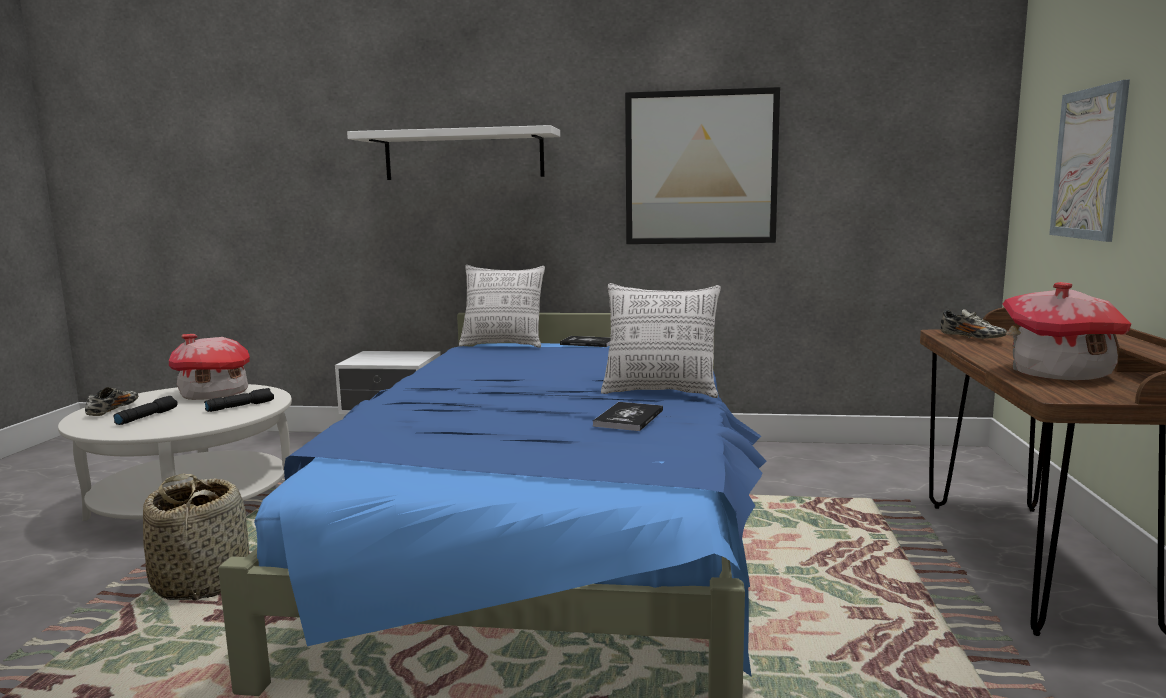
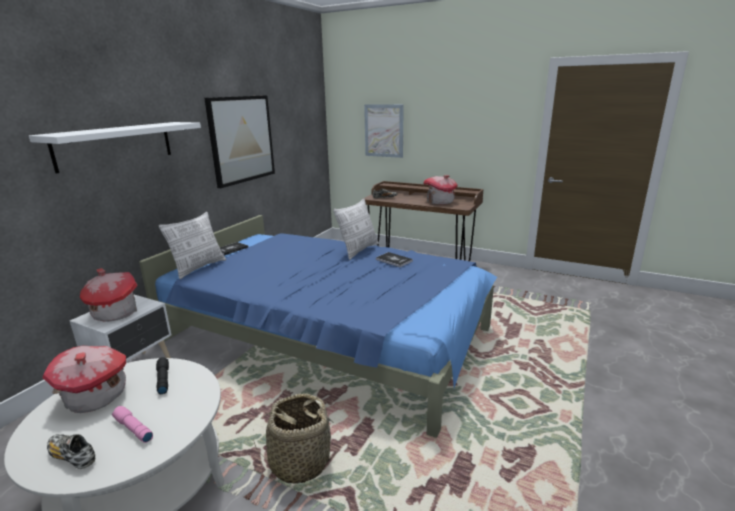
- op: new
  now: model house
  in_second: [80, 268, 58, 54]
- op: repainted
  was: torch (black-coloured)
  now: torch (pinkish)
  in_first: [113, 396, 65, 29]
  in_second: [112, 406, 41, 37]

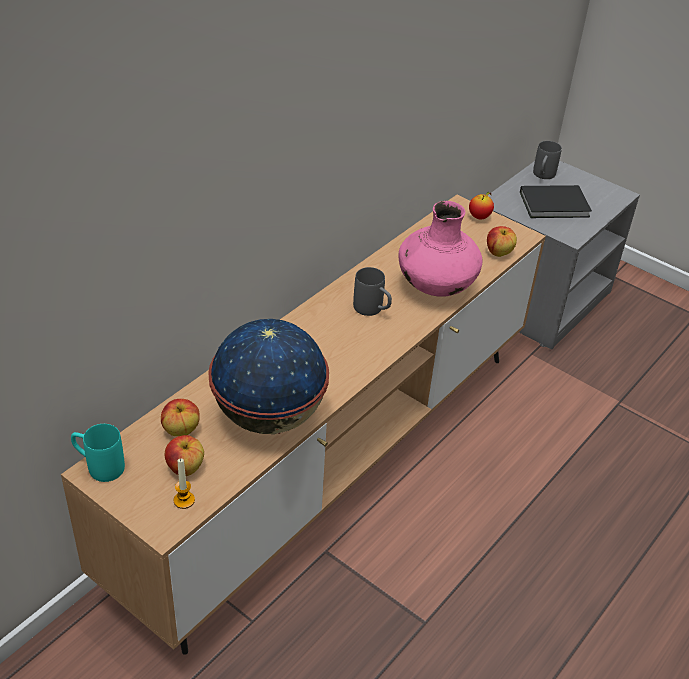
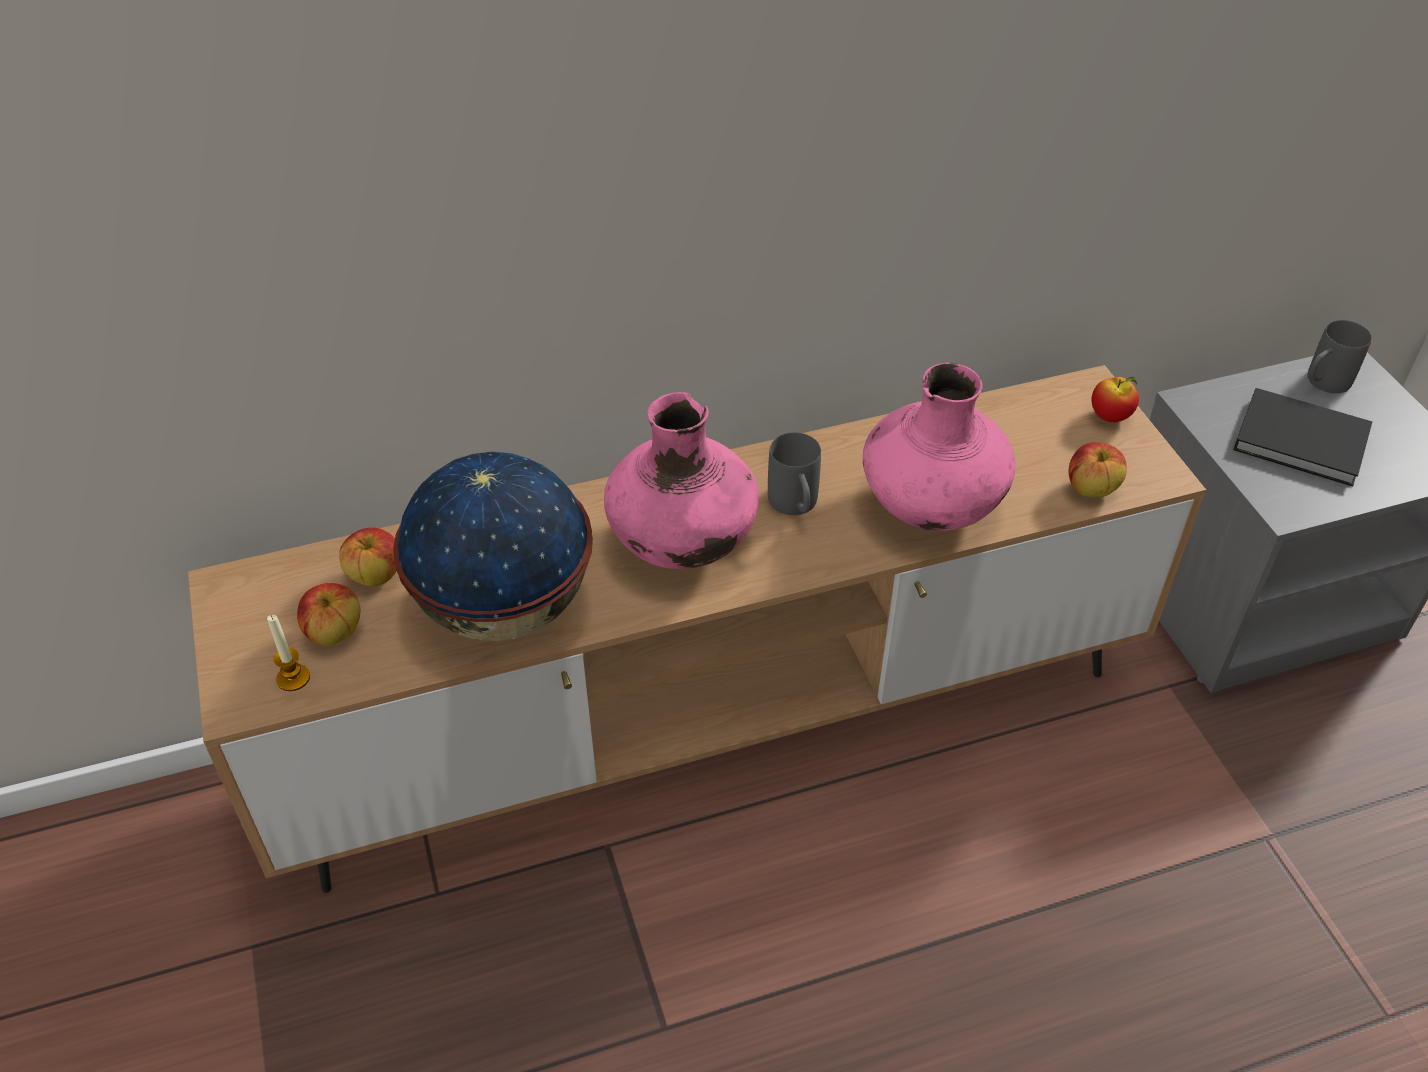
- op: gone
  was: tea mug (turquoise)
  in_first: [71, 424, 54, 58]
- op: new
  now: decorative vase (pinkish)
  in_second: [604, 392, 155, 177]

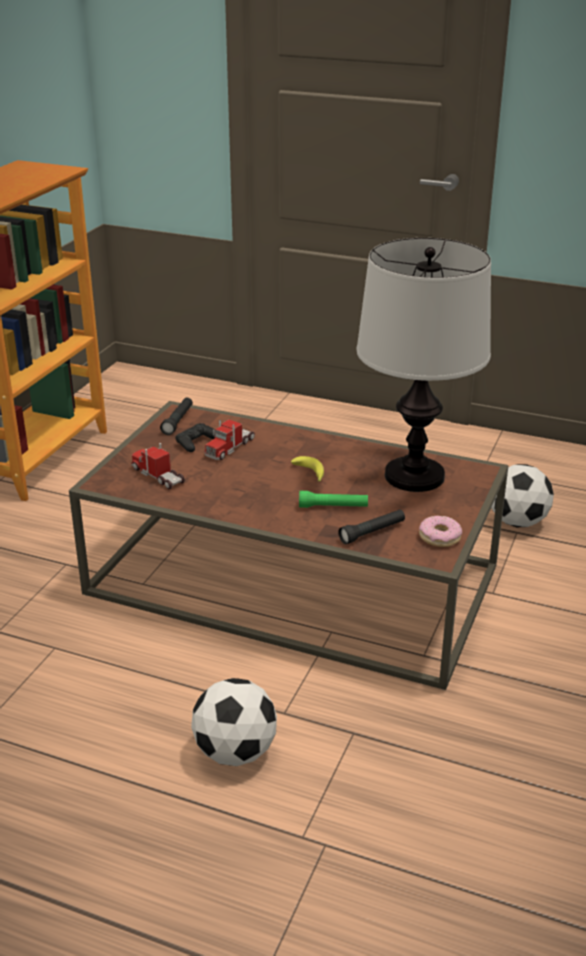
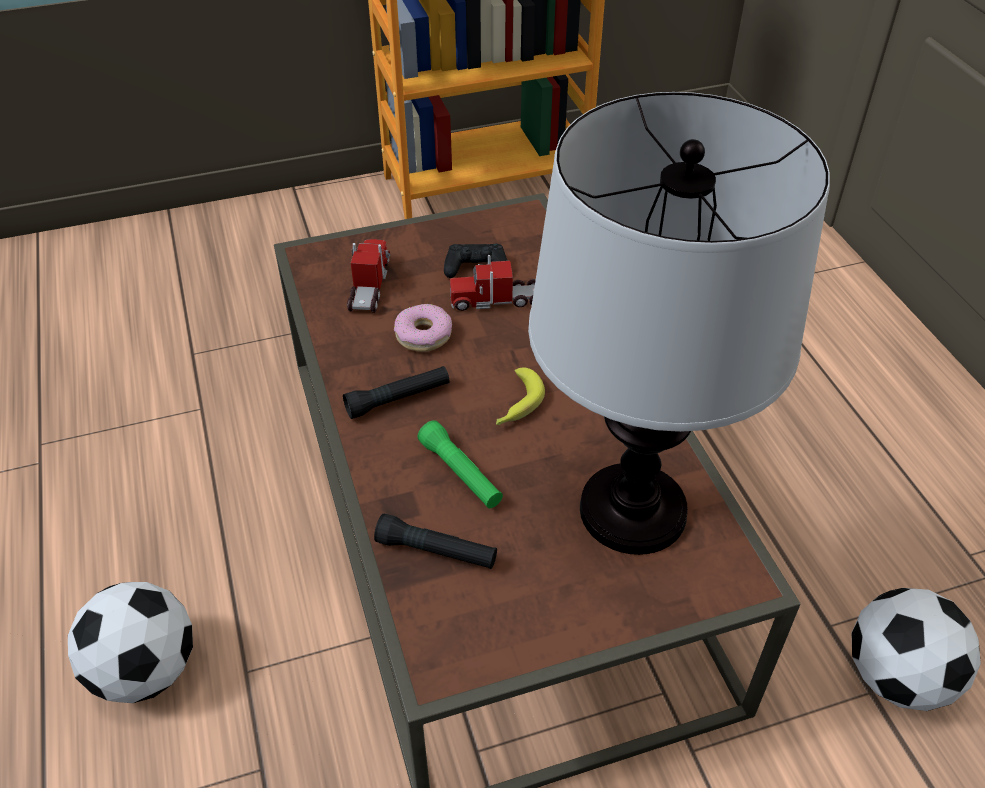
- op: shifted
  was: torch (black-coloured)
  in_first: [160, 398, 33, 37]
  in_second: [343, 366, 107, 53]
- op: shifted
  was: donut
  in_first: [419, 516, 43, 31]
  in_second: [394, 304, 58, 48]

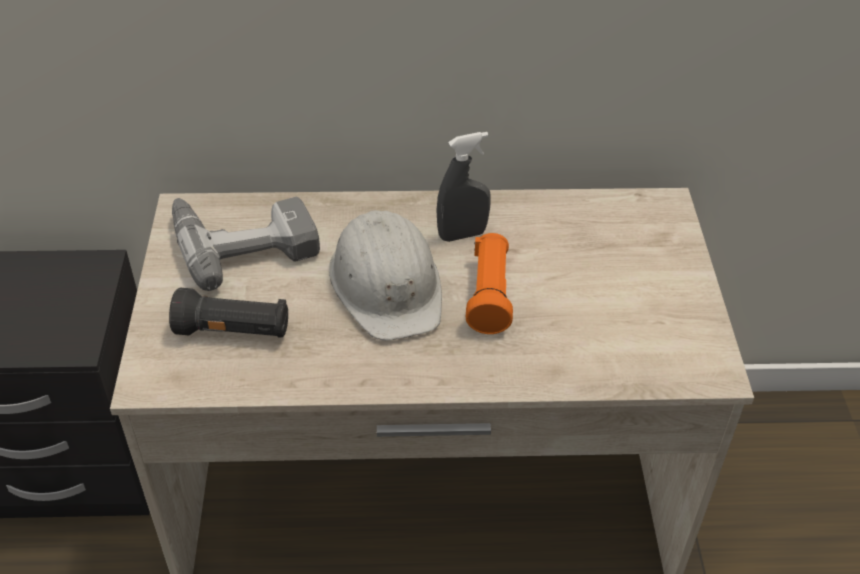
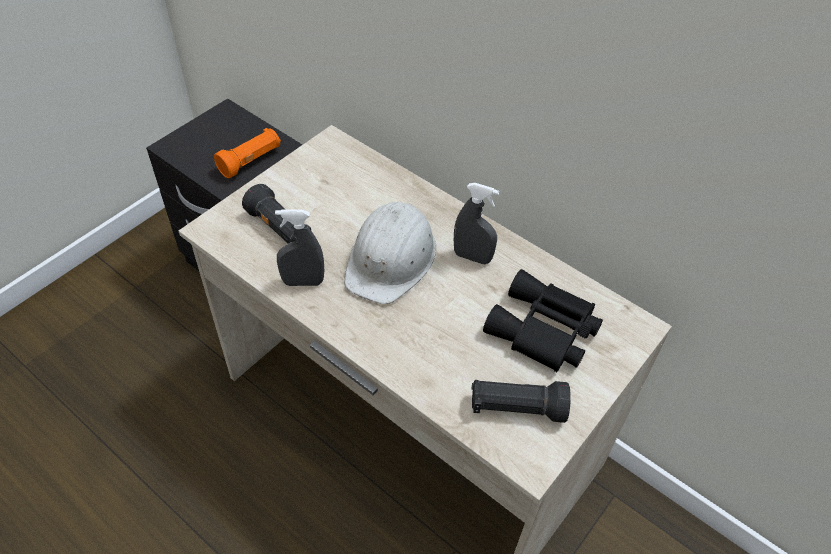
- op: gone
  was: drill
  in_first: [172, 197, 148, 94]
- op: new
  now: spray bottle (grey)
  in_second: [275, 209, 49, 77]
- op: new
  now: torch (black-coloured)
  in_second: [472, 380, 99, 43]
- op: new
  now: pair of binoculars (black-coloured)
  in_second: [483, 269, 120, 103]
- op: shifted
  was: torch (orangey)
  in_first: [466, 233, 47, 101]
  in_second: [214, 128, 67, 50]

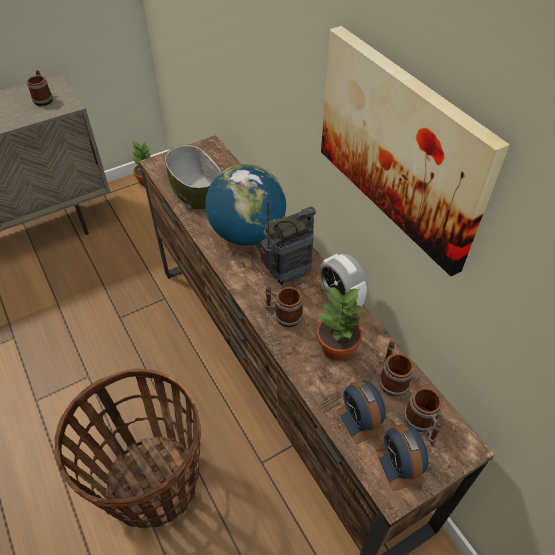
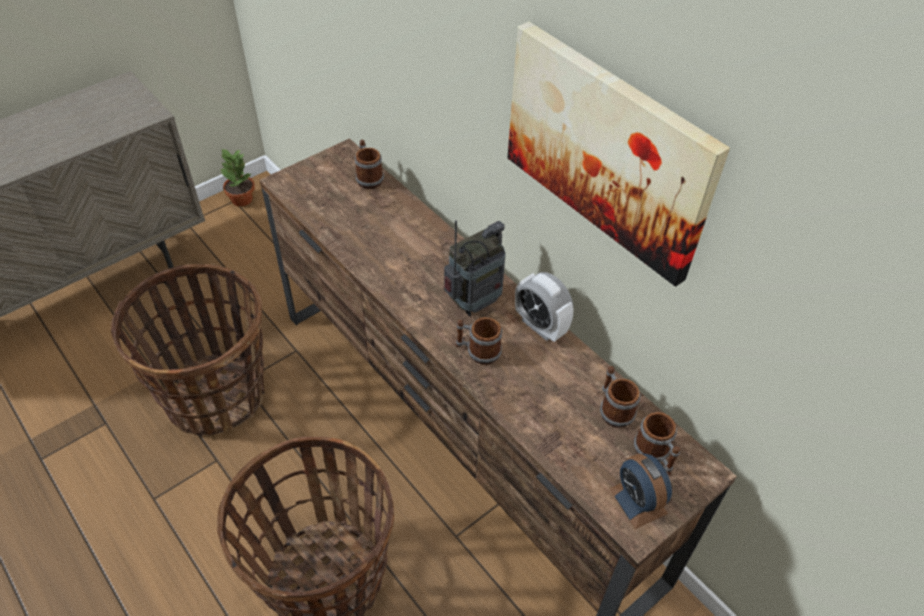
- op: gone
  was: bowl
  in_first: [165, 145, 56, 65]
- op: gone
  was: globe
  in_first: [205, 164, 81, 82]
- op: gone
  was: potted plant
  in_first: [317, 286, 48, 75]
- op: gone
  was: bedside clock
  in_first: [336, 380, 50, 65]
- op: new
  now: basket
  in_second: [111, 264, 154, 172]
- op: shifted
  was: tea mug
  in_first: [27, 70, 26, 36]
  in_second: [355, 140, 29, 49]

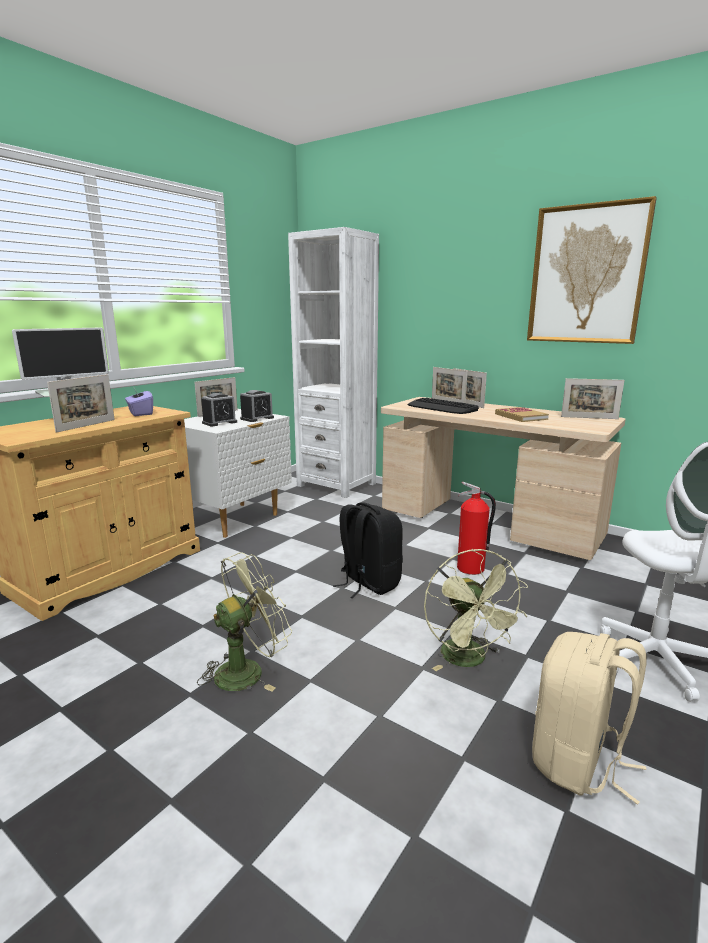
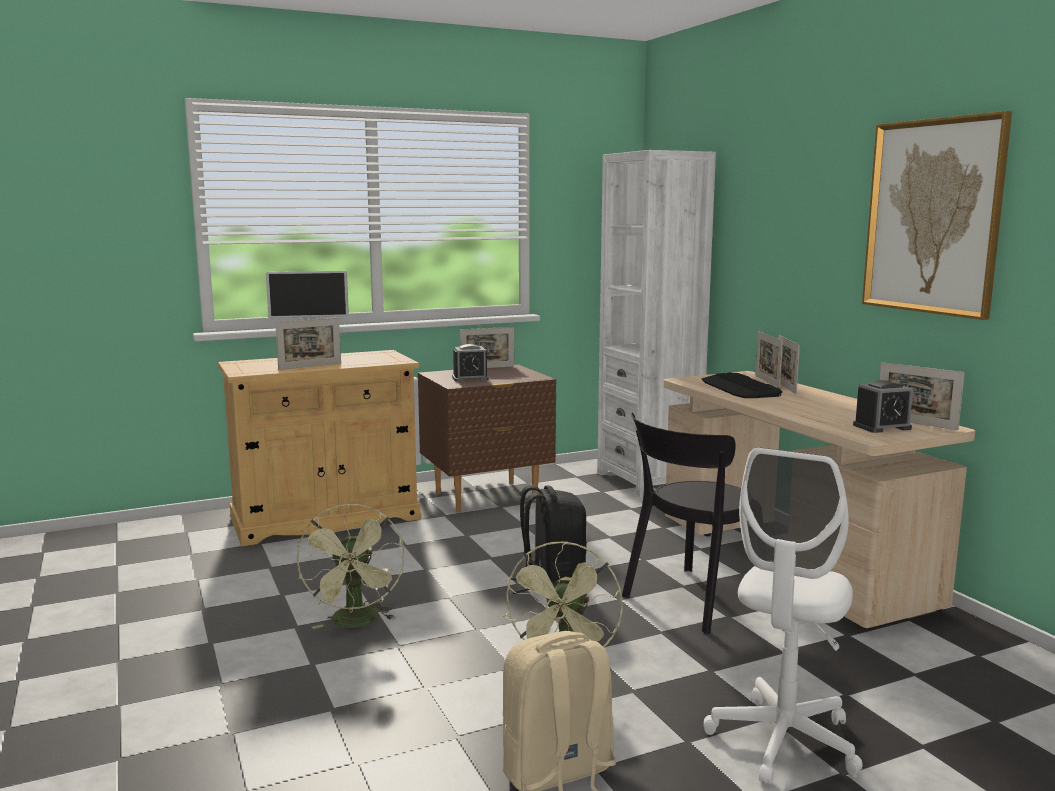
- op: gone
  was: box of tissues (purplish)
  in_first: [125, 386, 28, 30]
- op: gone
  was: book
  in_first: [495, 407, 54, 15]
- op: shifted
  was: bedside clock
  in_first: [240, 390, 34, 32]
  in_second: [853, 380, 60, 53]
- op: swapped
  was: fire-fighting cylinder
  now: plain chair (black-coloured)
  in_first: [457, 481, 39, 94]
  in_second: [622, 413, 119, 221]
- op: repainted
  was: night table (white-coloured)
  now: night table (brown)
  in_first: [184, 409, 108, 129]
  in_second: [418, 365, 138, 147]
- op: rotated
  was: fan (green-coloured)
  in_first: [197, 552, 95, 140]
  in_second: [297, 503, 108, 126]
  clockwise: 90

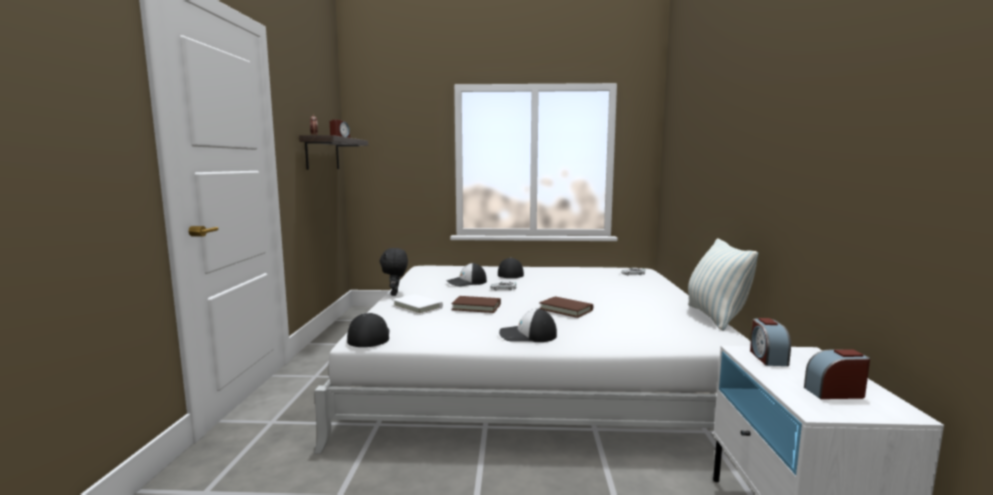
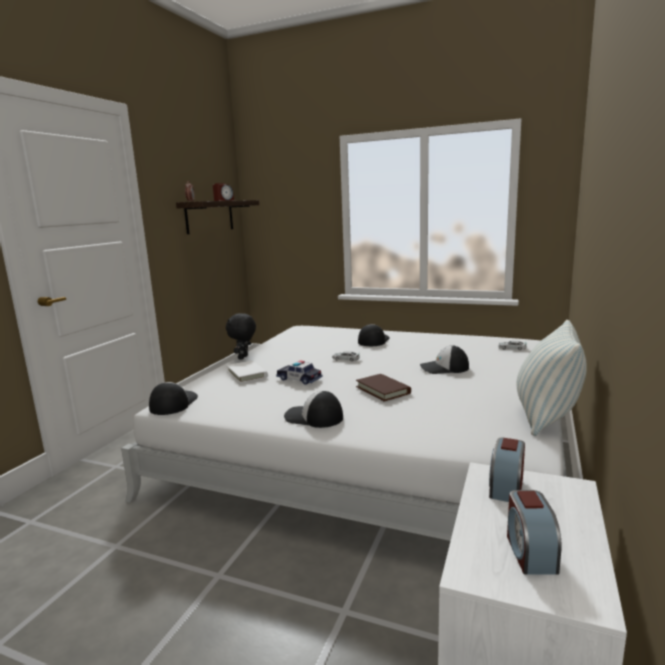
- op: shifted
  was: baseball cap
  in_first: [446, 263, 41, 23]
  in_second: [420, 345, 49, 29]
- op: swapped
  was: book (brown)
  now: toy car
  in_first: [451, 296, 50, 17]
  in_second: [276, 360, 46, 25]
- op: rotated
  was: bedside clock
  in_first: [804, 349, 66, 50]
  in_second: [507, 490, 55, 85]
  clockwise: -105

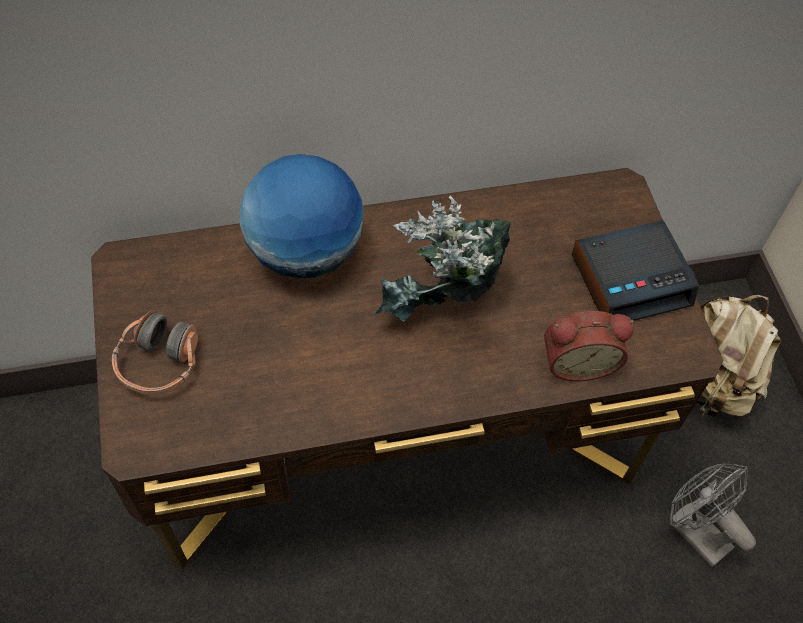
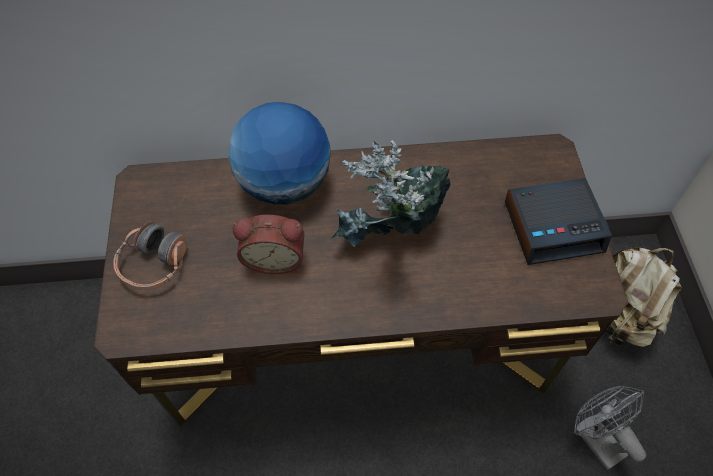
- op: shifted
  was: bedside clock
  in_first: [544, 311, 90, 70]
  in_second: [232, 215, 72, 59]

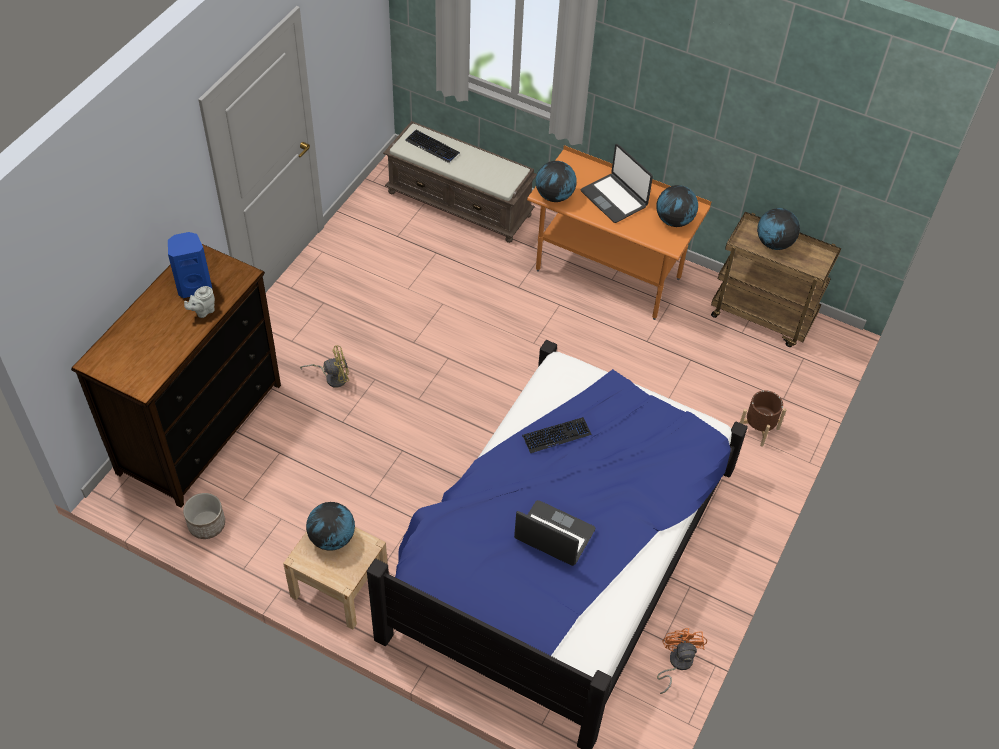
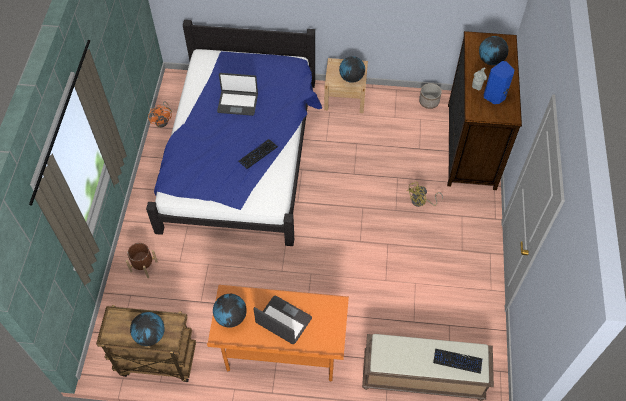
- op: shifted
  was: globe
  in_first: [536, 161, 41, 41]
  in_second: [479, 36, 30, 29]

